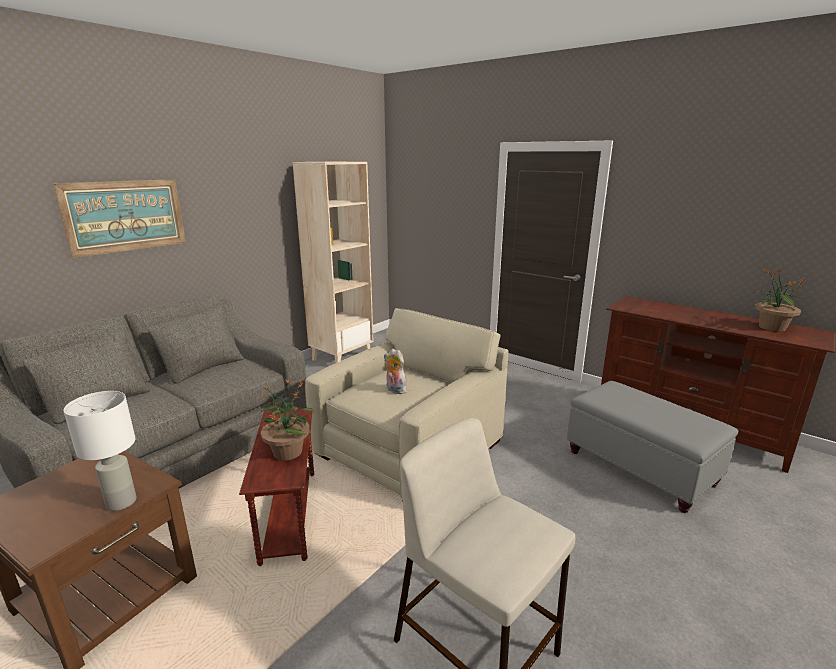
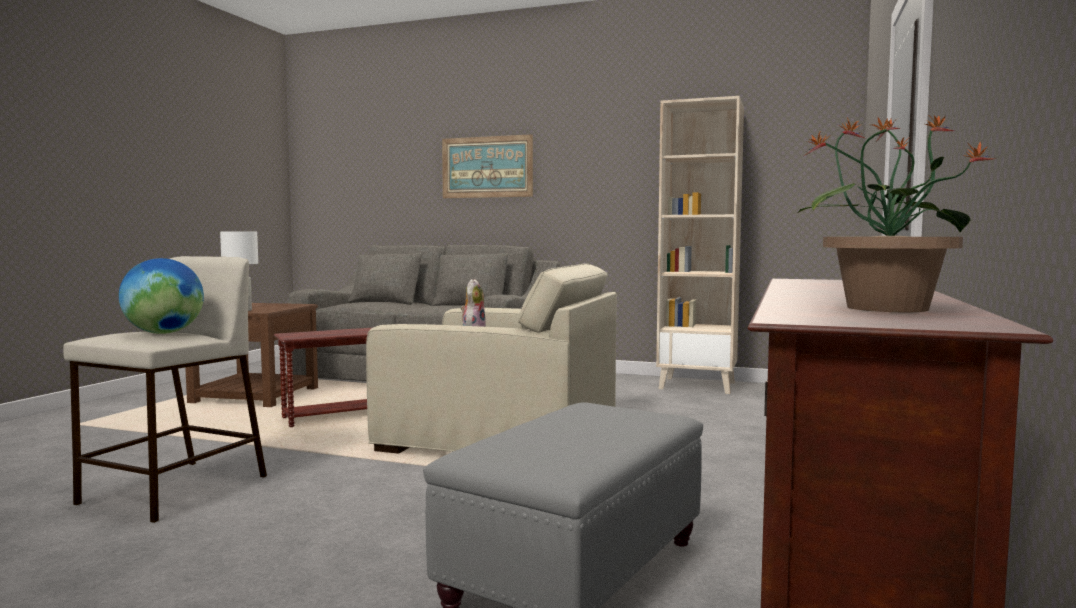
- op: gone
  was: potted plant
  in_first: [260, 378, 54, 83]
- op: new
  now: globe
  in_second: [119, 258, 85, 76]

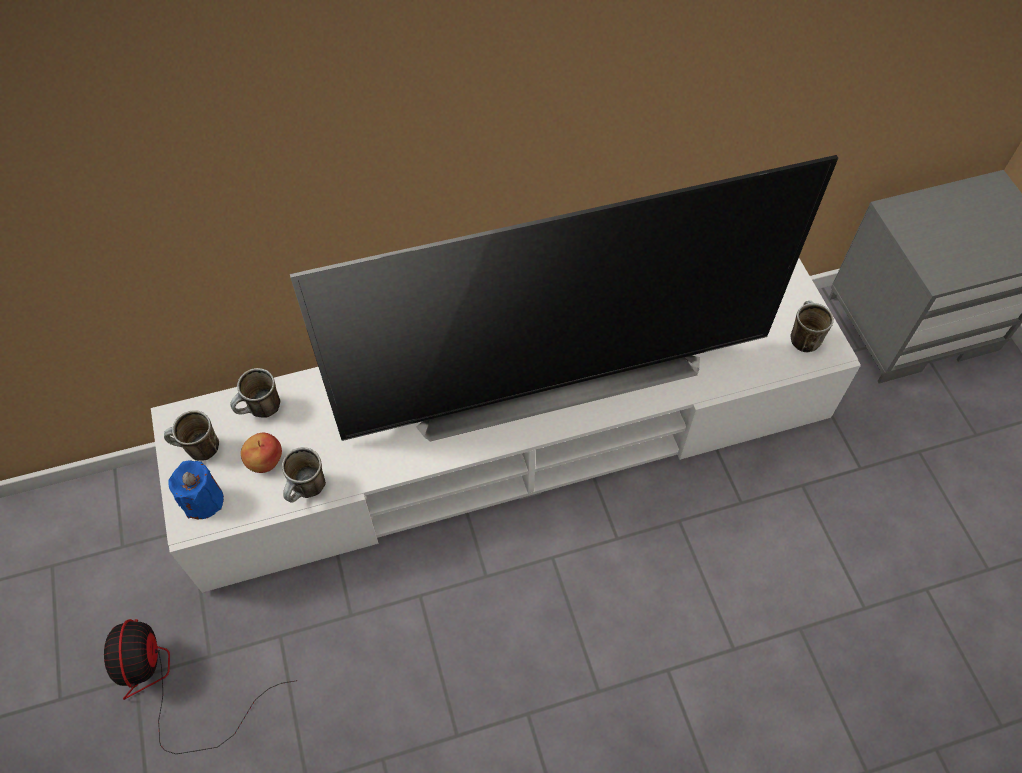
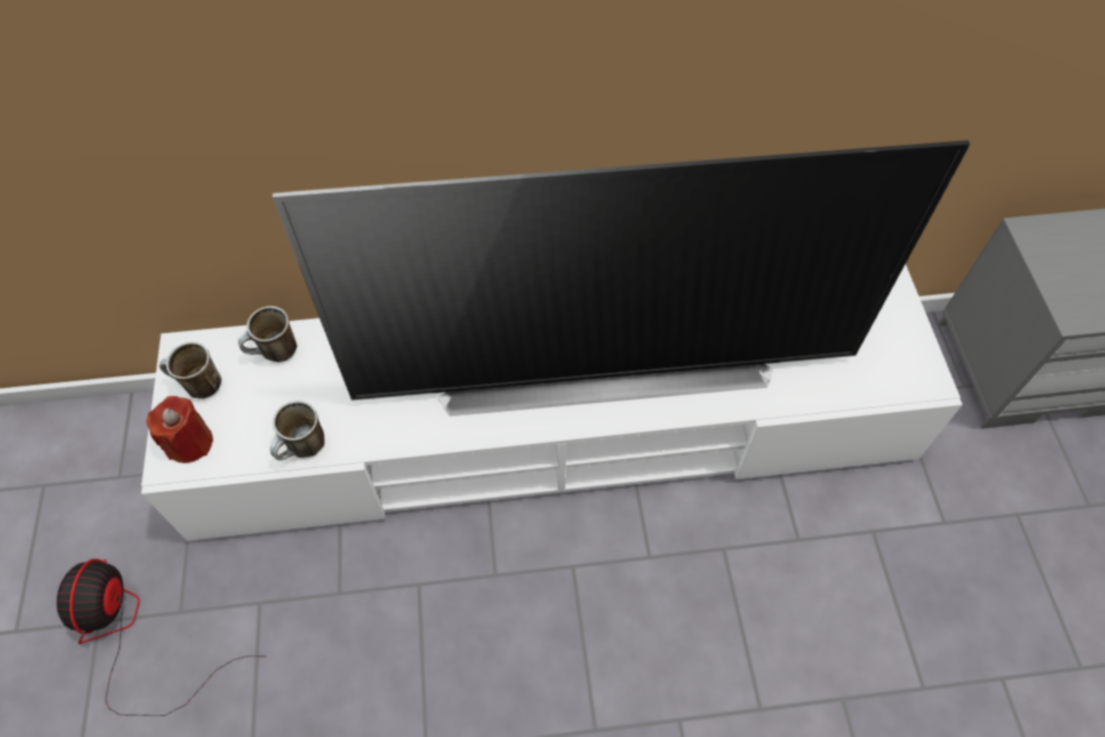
- op: gone
  was: apple fruit
  in_first: [241, 433, 41, 40]
- op: gone
  was: tea mug
  in_first: [790, 301, 44, 52]
- op: repainted
  was: wax light (blue)
  now: wax light (red-coloured)
  in_first: [168, 460, 56, 59]
  in_second: [146, 396, 67, 67]

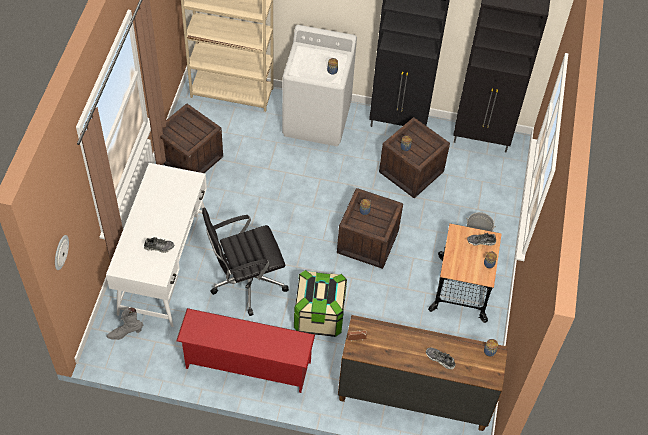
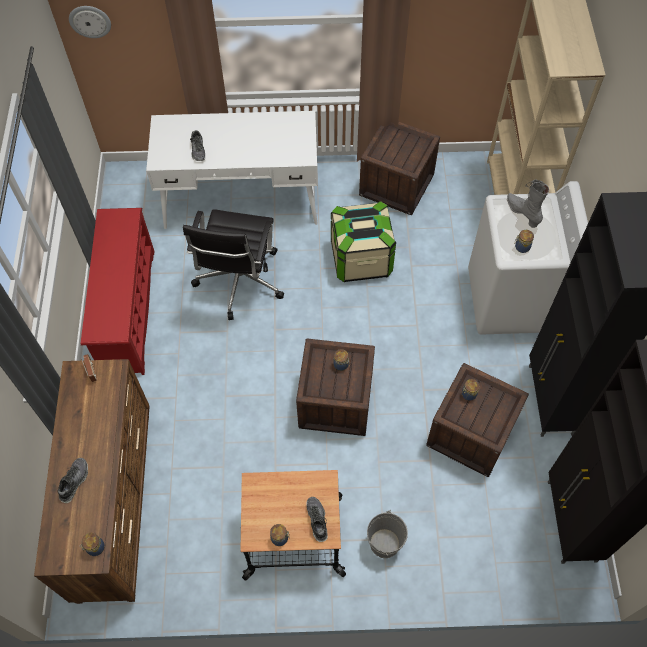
- op: shifted
  was: tall boot (grey)
  in_first: [107, 307, 36, 33]
  in_second: [507, 179, 42, 49]
- op: shifted
  was: storage box
  in_first: [294, 270, 53, 67]
  in_second: [331, 201, 65, 81]
- op: rotated
  was: office chair (black-coloured)
  in_first: [202, 207, 87, 109]
  in_second: [183, 209, 101, 111]
  clockwise: -135

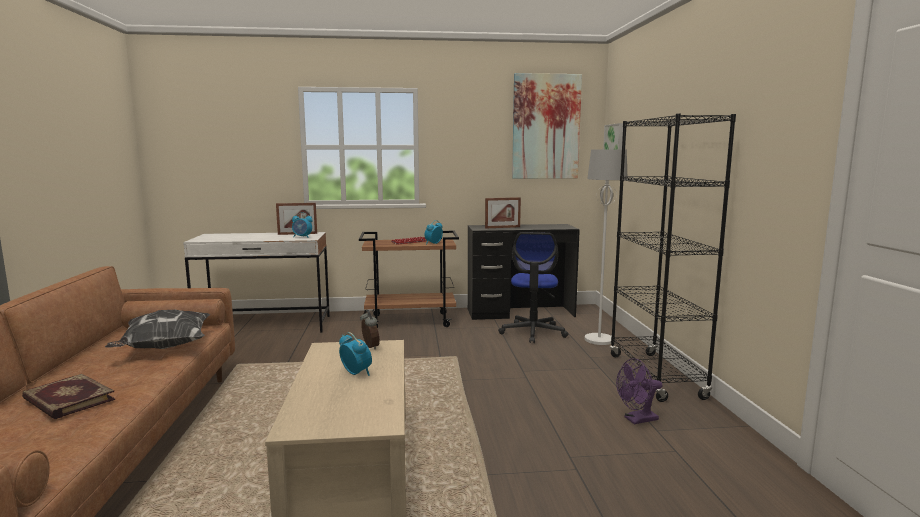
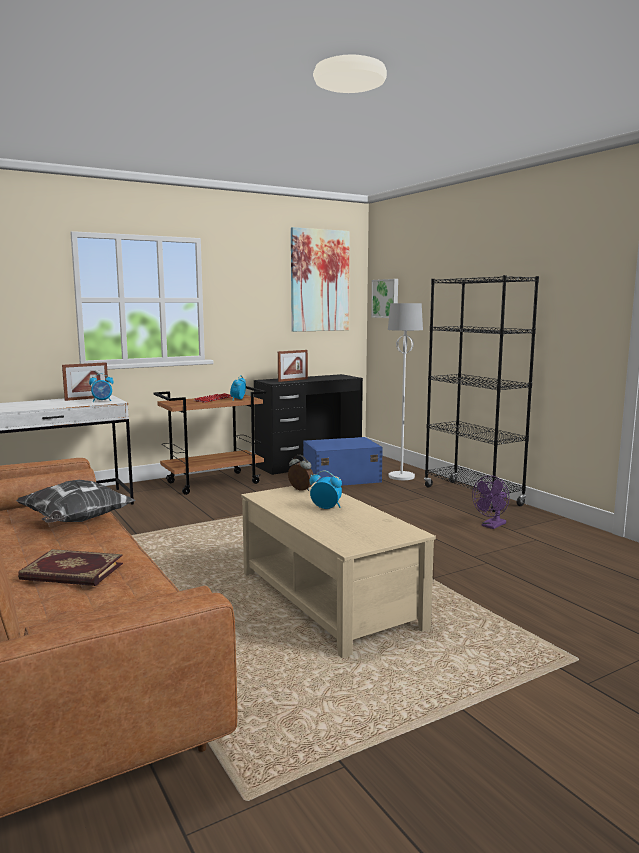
- op: swapped
  was: office chair
  now: storage box (blue)
  in_first: [498, 232, 70, 111]
  in_second: [303, 437, 80, 49]

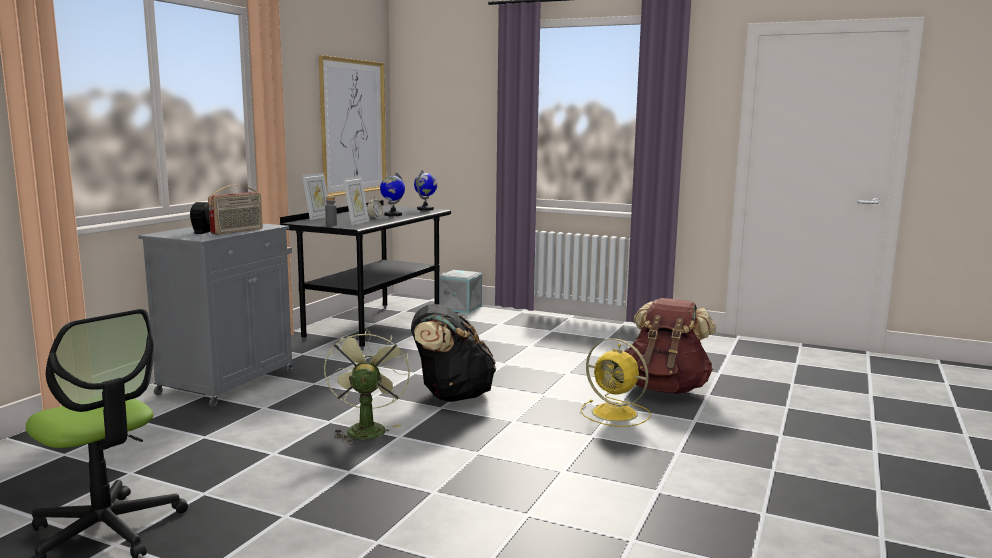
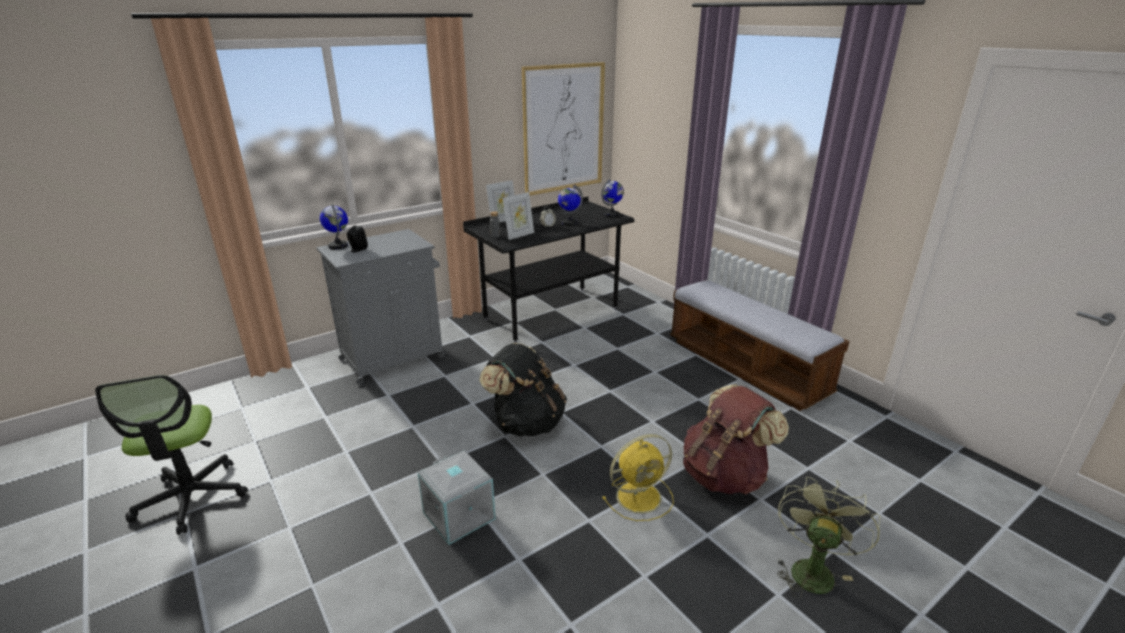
- op: gone
  was: radio
  in_first: [208, 185, 55, 50]
- op: new
  now: globe
  in_second: [320, 205, 28, 45]
- op: new
  now: indoor bench
  in_second: [670, 280, 179, 131]
- op: shifted
  was: fan (green-coloured)
  in_first: [324, 328, 86, 116]
  in_second: [777, 477, 103, 121]
- op: shifted
  was: storage box (grey)
  in_first: [439, 270, 43, 43]
  in_second: [418, 451, 78, 94]
- op: rotated
  was: fan (yellowish)
  in_first: [581, 338, 70, 89]
  in_second: [602, 434, 72, 87]
  clockwise: -90

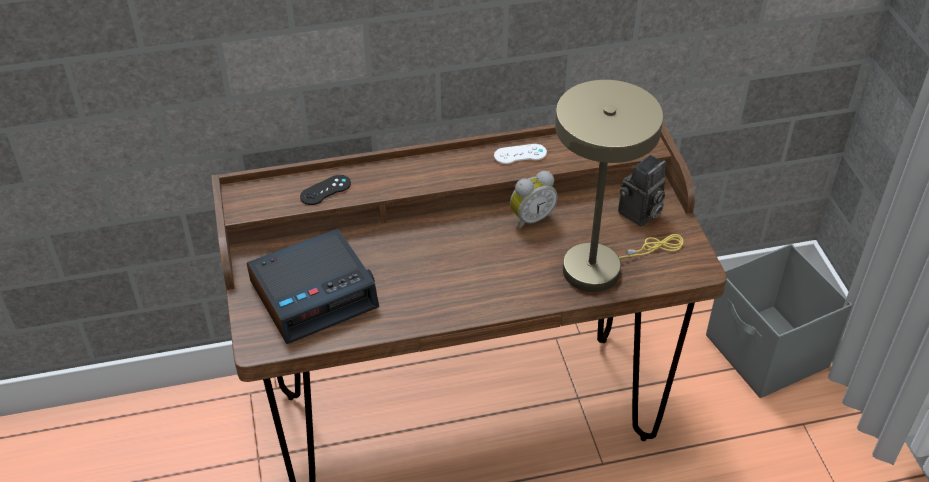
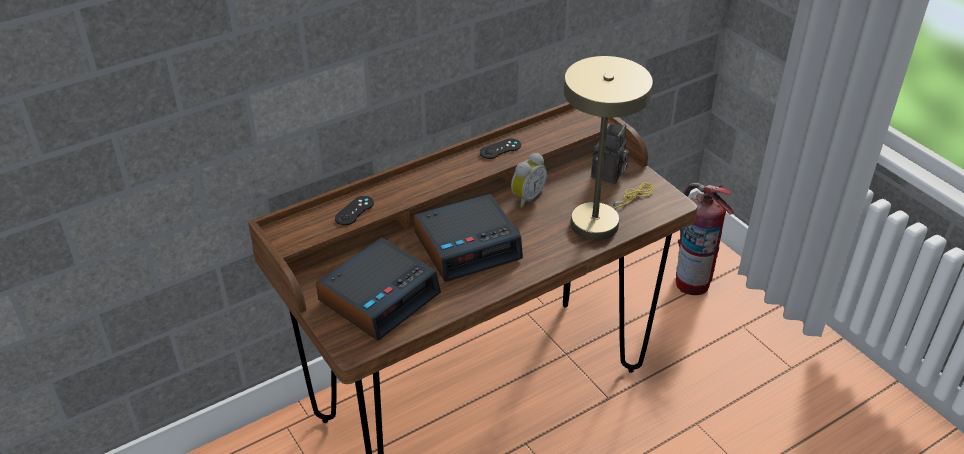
- op: new
  now: bedside clock
  in_second: [414, 194, 109, 88]
- op: swapped
  was: storage box (grey)
  now: fire-fighting cylinder
  in_first: [706, 244, 146, 154]
  in_second: [676, 183, 58, 112]
- op: repainted
  was: joypad (white-coloured)
  now: joypad (black-coloured)
  in_first: [494, 144, 53, 20]
  in_second: [480, 138, 41, 21]

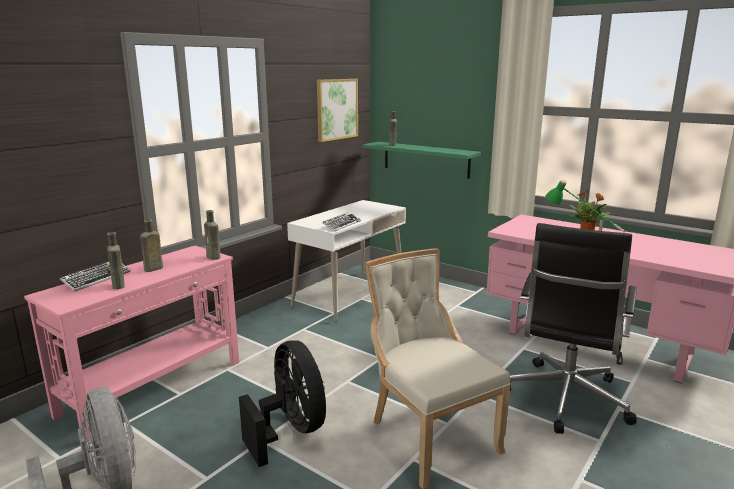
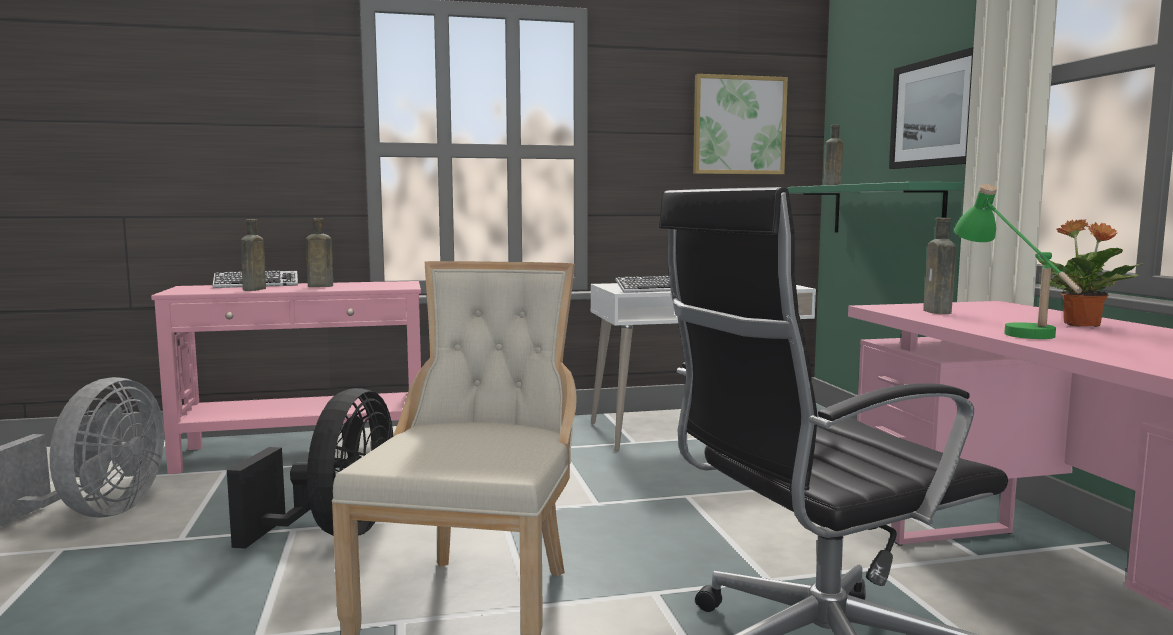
- op: new
  now: picture
  in_second: [889, 47, 84, 122]
- op: shifted
  was: drink bottle (brown)
  in_first: [204, 210, 17, 50]
  in_second: [923, 218, 33, 96]

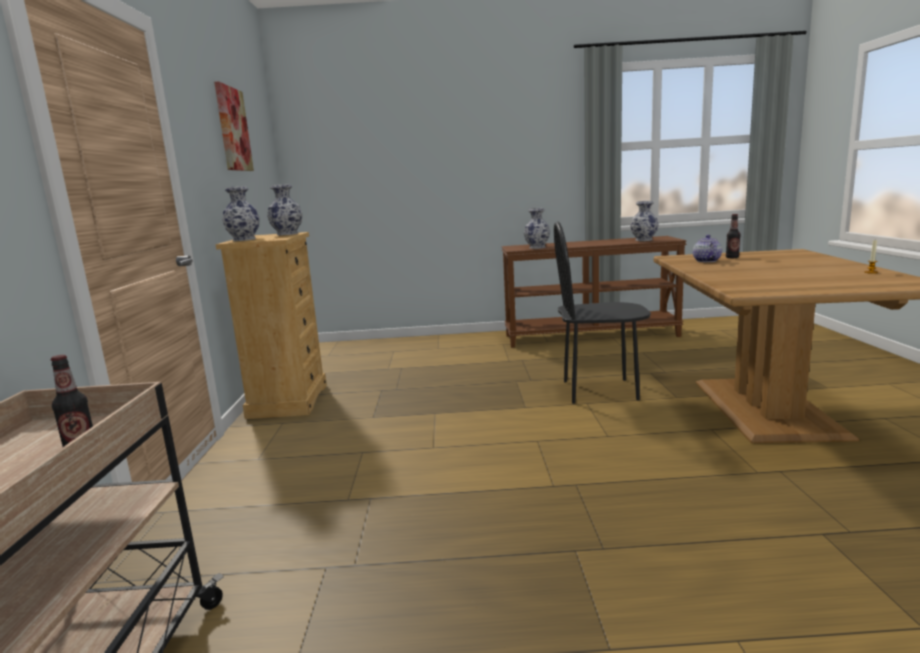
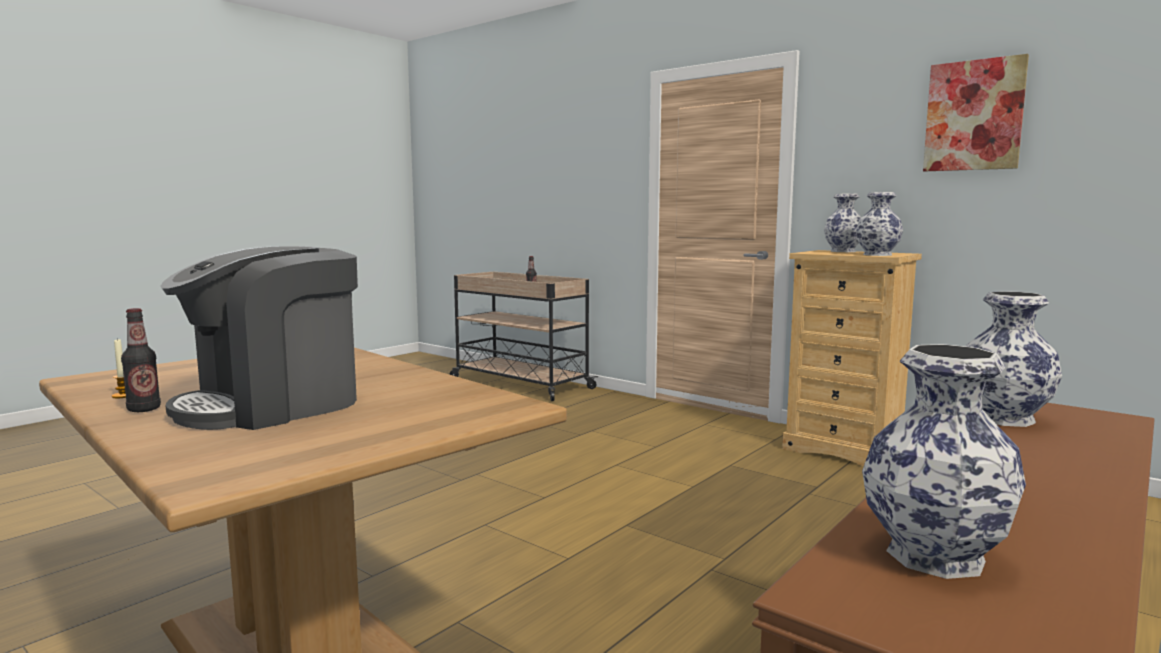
- op: gone
  was: plain chair (black-coloured)
  in_first: [554, 221, 97, 183]
- op: gone
  was: tea pot
  in_first: [693, 235, 29, 27]
- op: new
  now: coffee machine
  in_second: [161, 246, 197, 184]
- op: shifted
  was: drink bottle
  in_first: [726, 214, 15, 44]
  in_second: [121, 308, 40, 104]

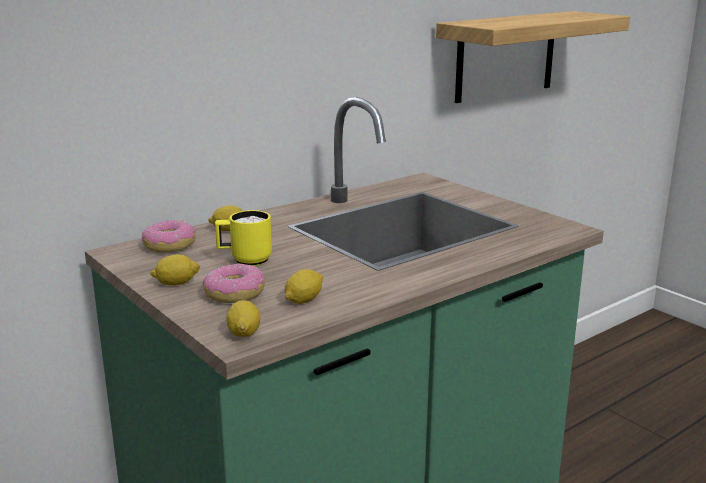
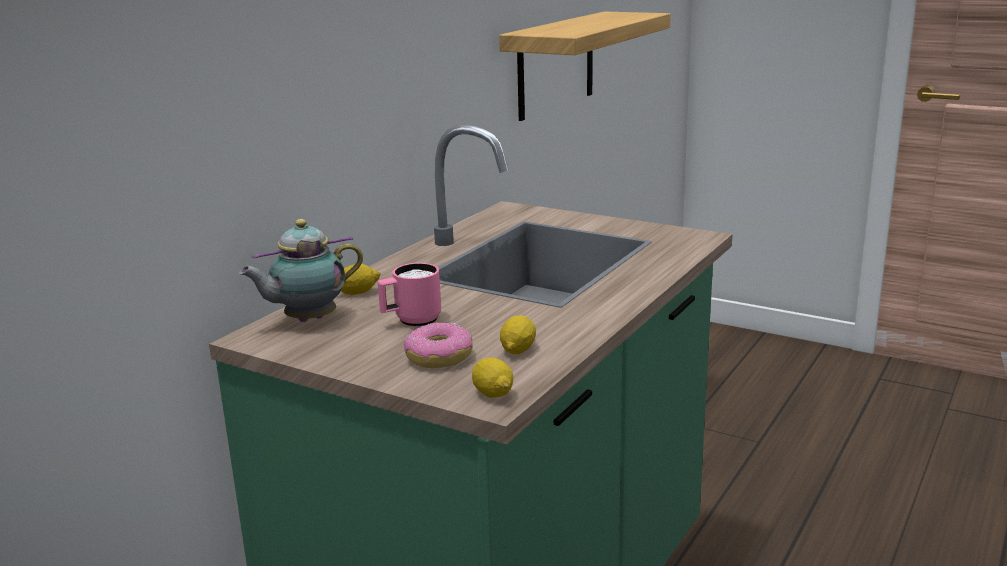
- op: gone
  was: whole lemon
  in_first: [150, 255, 50, 30]
- op: swapped
  was: donut
  now: tea pot
  in_first: [142, 220, 54, 33]
  in_second: [239, 219, 124, 103]
- op: repainted
  was: tea mug (yellowish)
  now: tea mug (pinkish)
  in_first: [215, 210, 57, 56]
  in_second: [378, 263, 63, 64]

